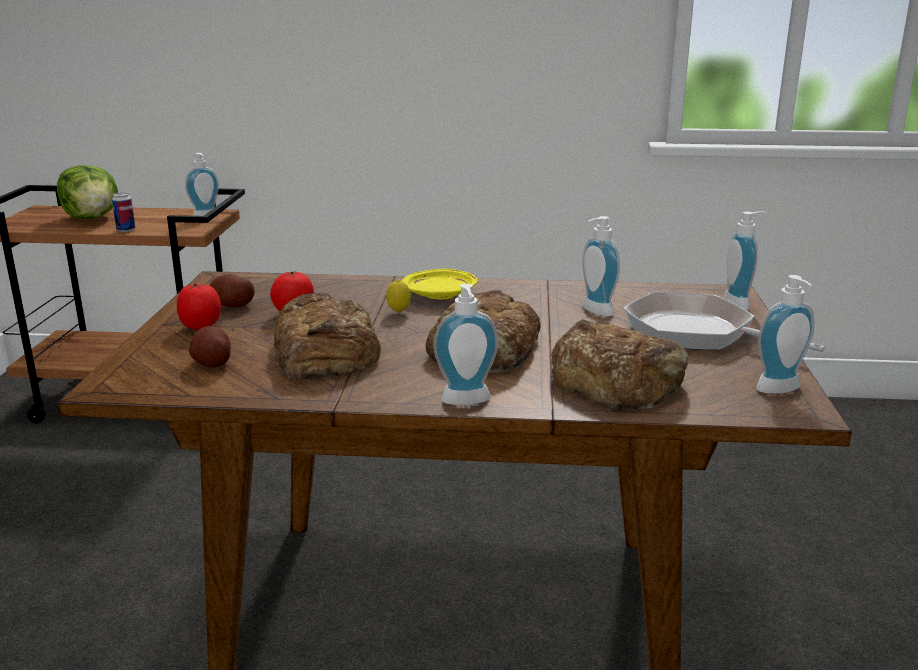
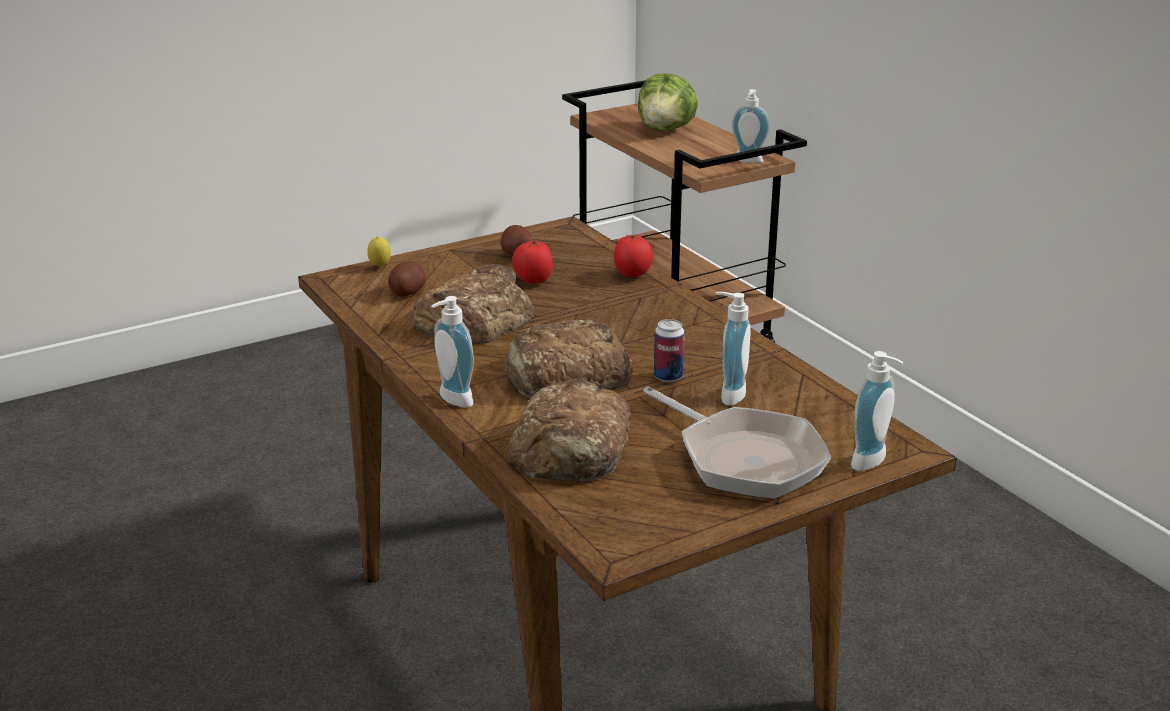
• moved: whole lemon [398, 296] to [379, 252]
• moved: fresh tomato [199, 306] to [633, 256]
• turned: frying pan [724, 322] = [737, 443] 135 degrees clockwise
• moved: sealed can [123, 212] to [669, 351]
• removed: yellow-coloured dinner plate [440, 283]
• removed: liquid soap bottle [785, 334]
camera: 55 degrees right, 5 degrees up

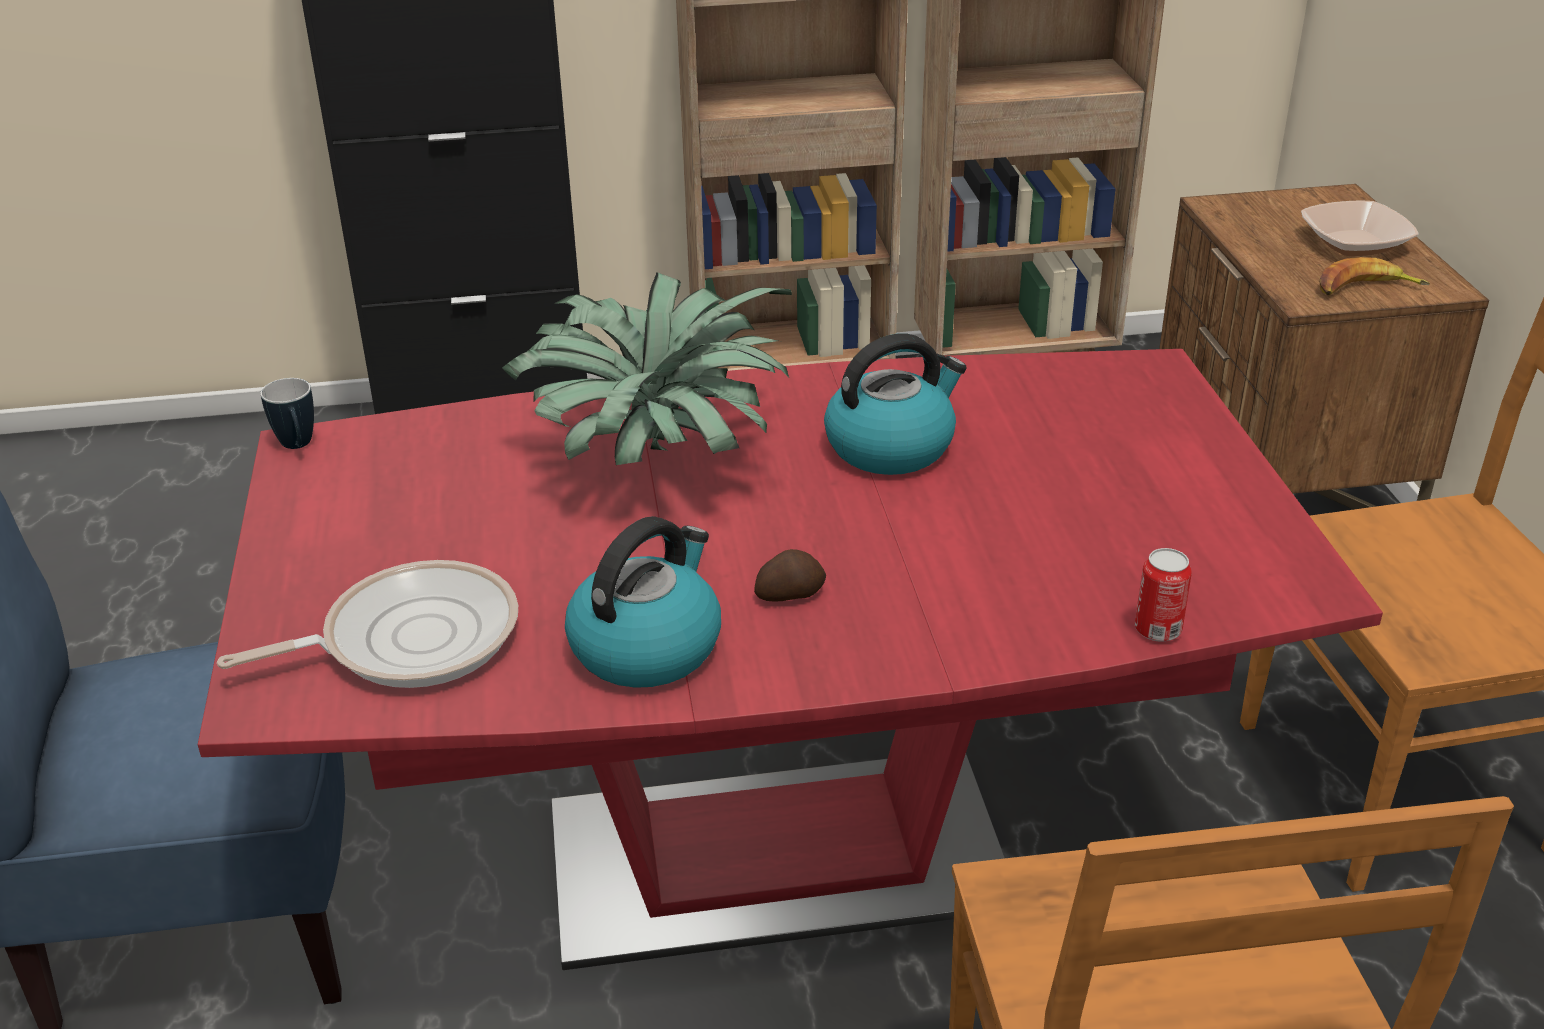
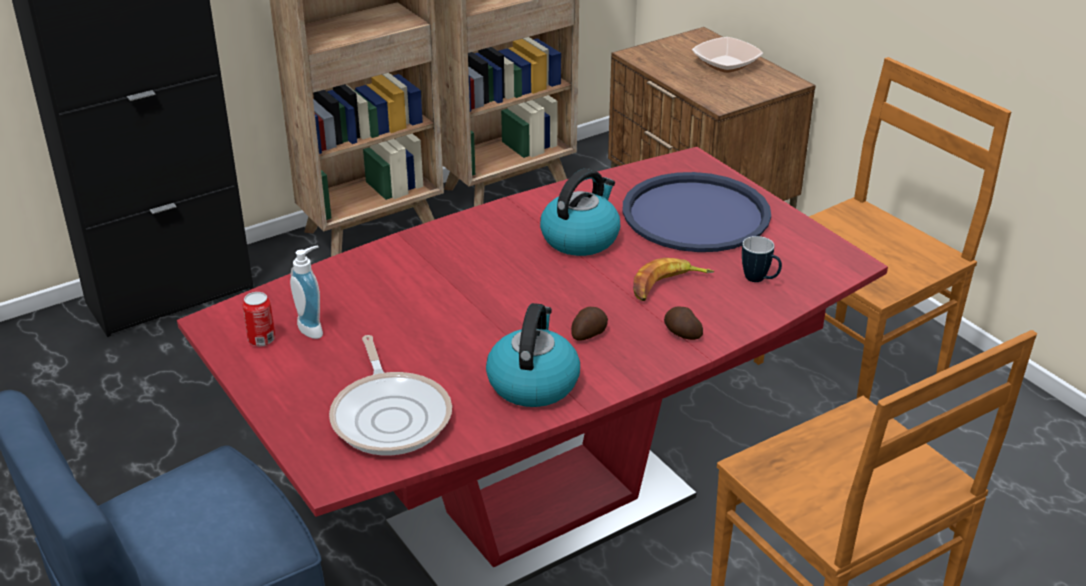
• moved: sealed can [1163, 595] to [259, 319]
• added: liquid soap bottle [306, 292]
• turned: frying pan [367, 624] = [390, 395] 120 degrees clockwise
• added: blue carrying tray [696, 212]
• moved: banana fruit [1374, 276] to [673, 279]
• added: whole potato [683, 323]
• moved: coffee mug [287, 413] to [762, 259]
• removed: houseplant [647, 368]
camera: 25 degrees left, 0 degrees up

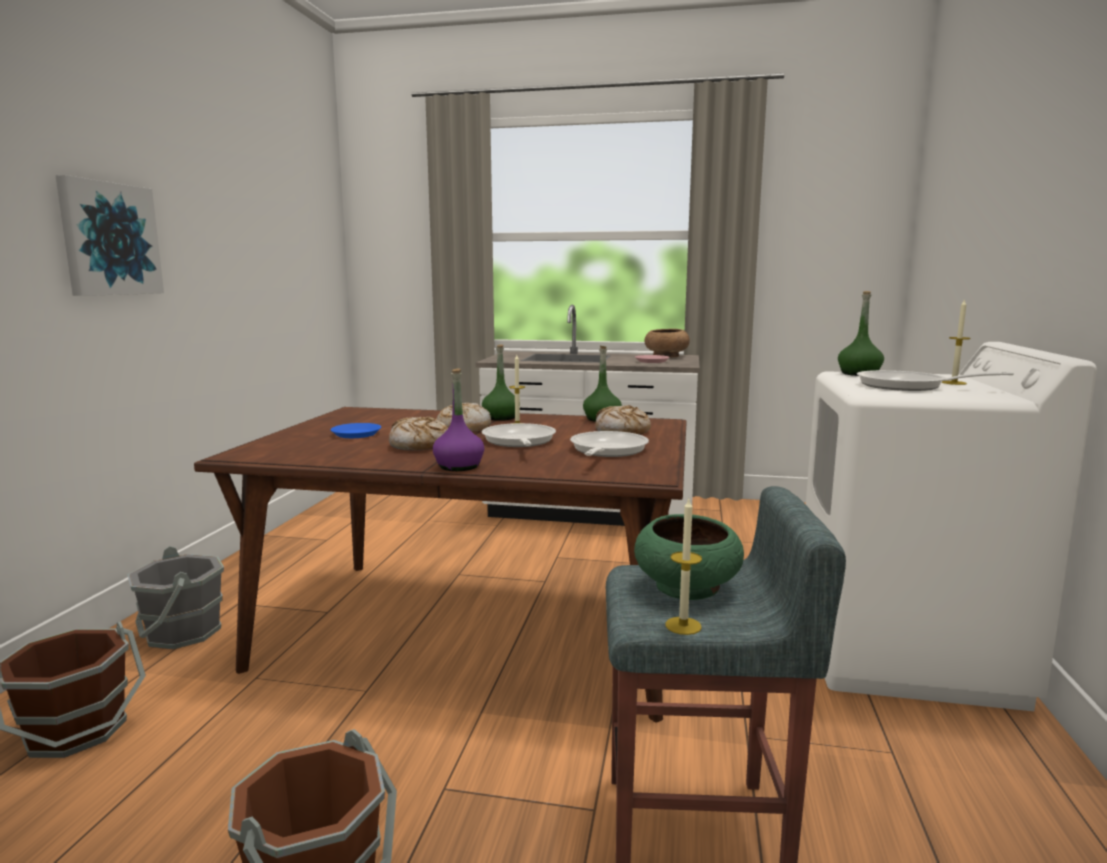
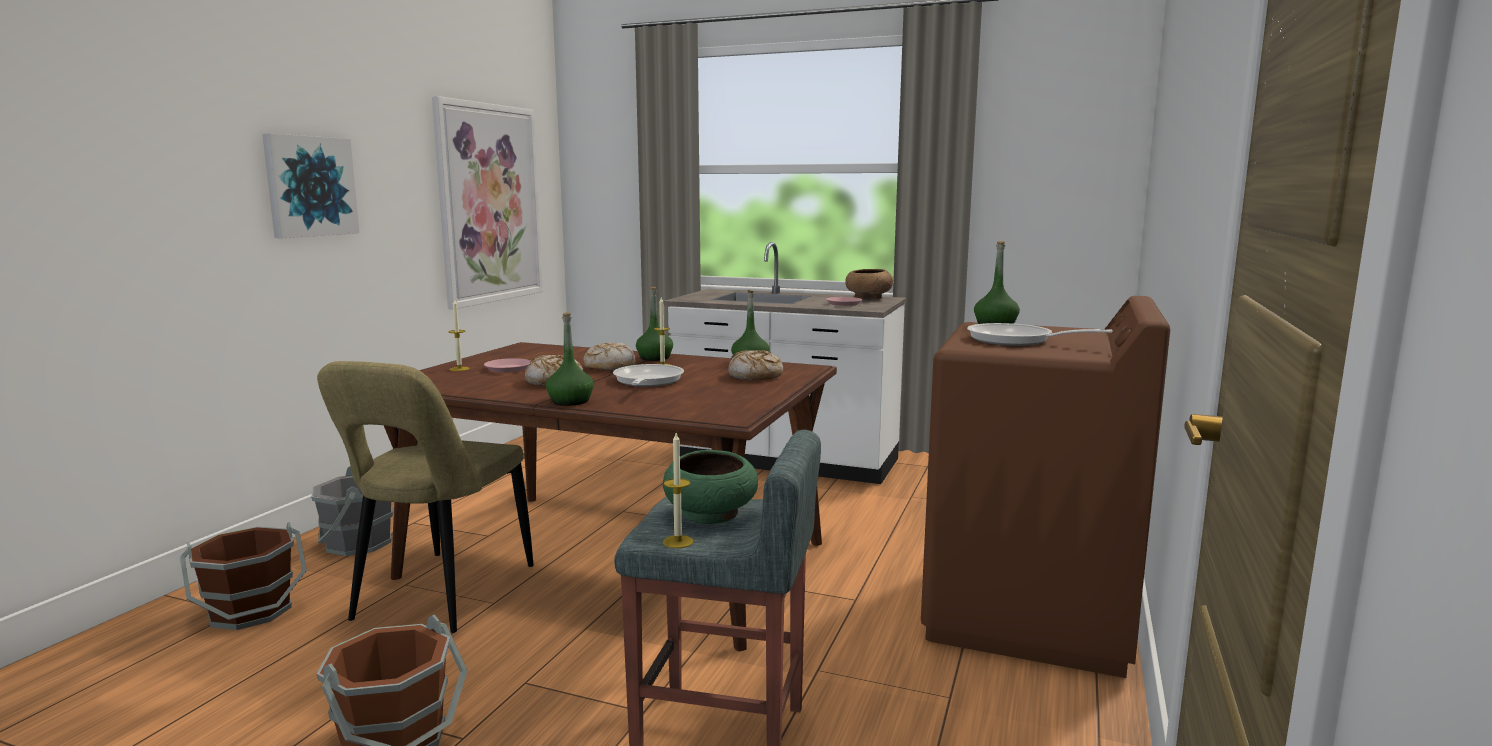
• added: beige-coloured plain chair [425, 497]
• added: wall picture [487, 202]
• moved: candle [956, 342] to [459, 335]
• recoloured: blue dinner plate [356, 430] to pinkish dinner plate [507, 365]
• recoloured: purple-coloured drink bottle [458, 420] to green drink bottle [570, 359]
• recoloured: white laundry appliance [951, 526] to brownish laundry appliance [1045, 487]
• removed: frying pan [609, 444]
camera: 10 degrees right, 0 degrees up

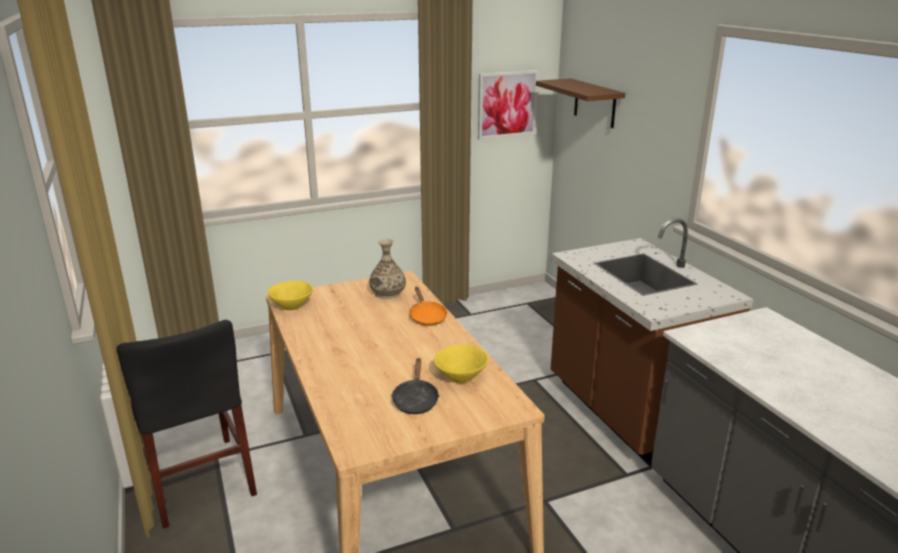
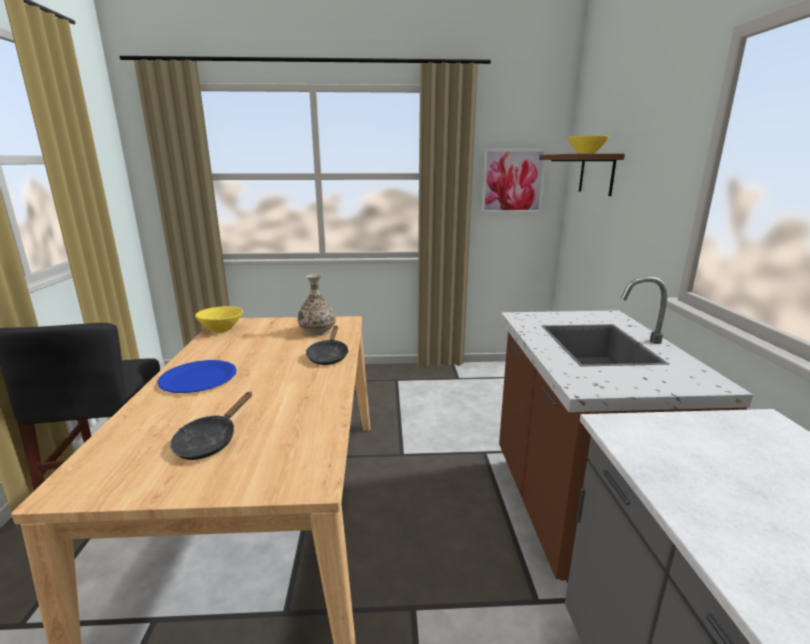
• added: blue dinner plate [197, 376]
• recoloured: orange-coloured frying pan [428, 306] to blackish frying pan [327, 345]
• moved: yellow-coloured serving bowl [461, 363] to [588, 145]
camera: 20 degrees right, 5 degrees down

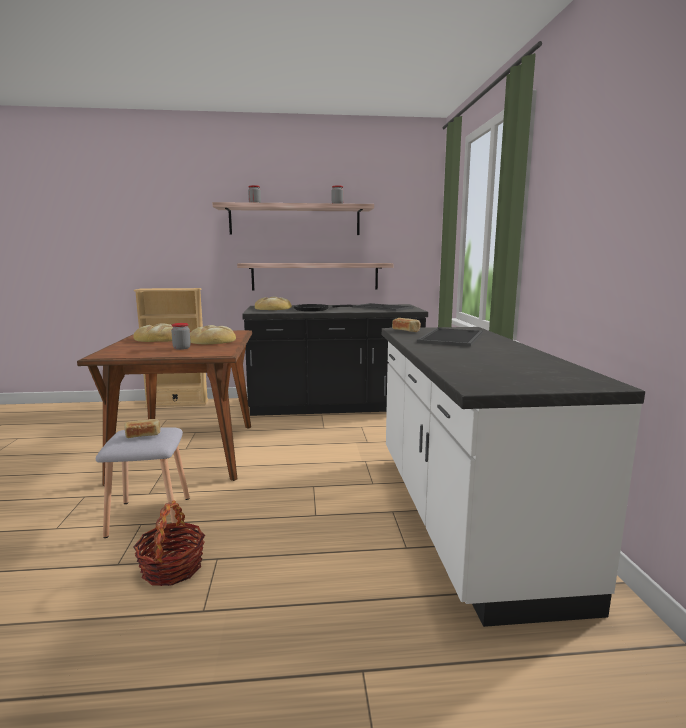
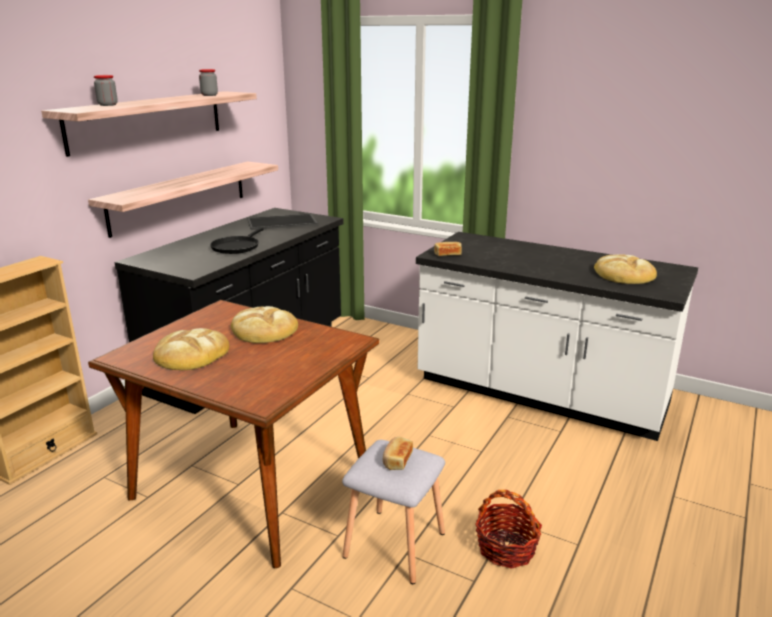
• moved: bread [273, 303] to [625, 269]
• removed: preserve jar [181, 336]
• removed: carrying tray [450, 337]
camera: 55 degrees left, 10 degrees up

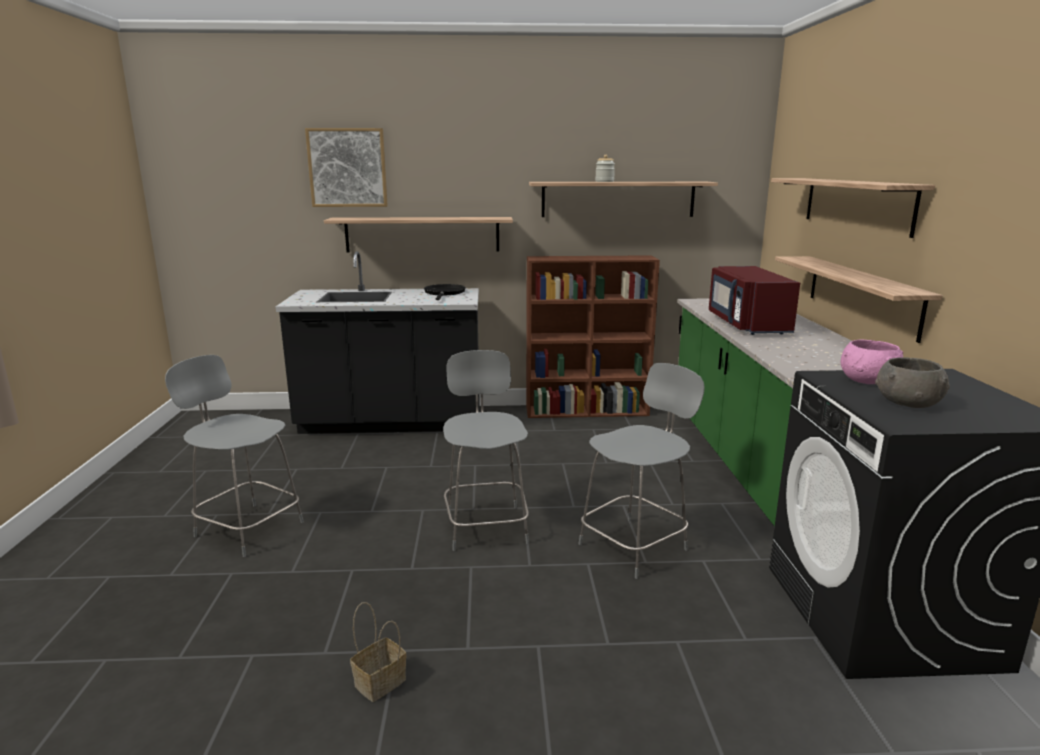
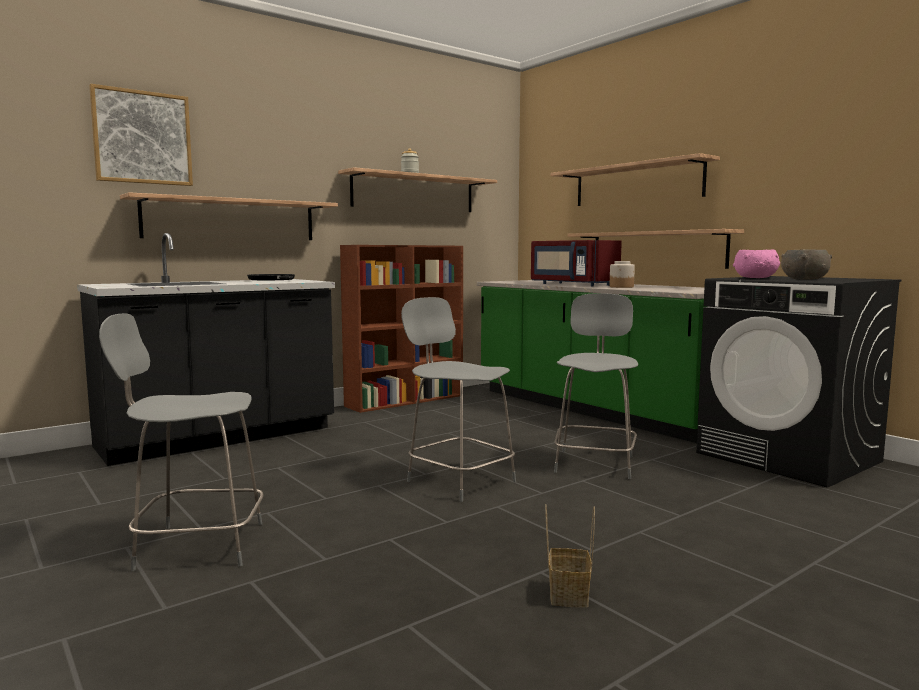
• added: preserve jar [622, 274]
camera: 35 degrees left, 10 degrees down

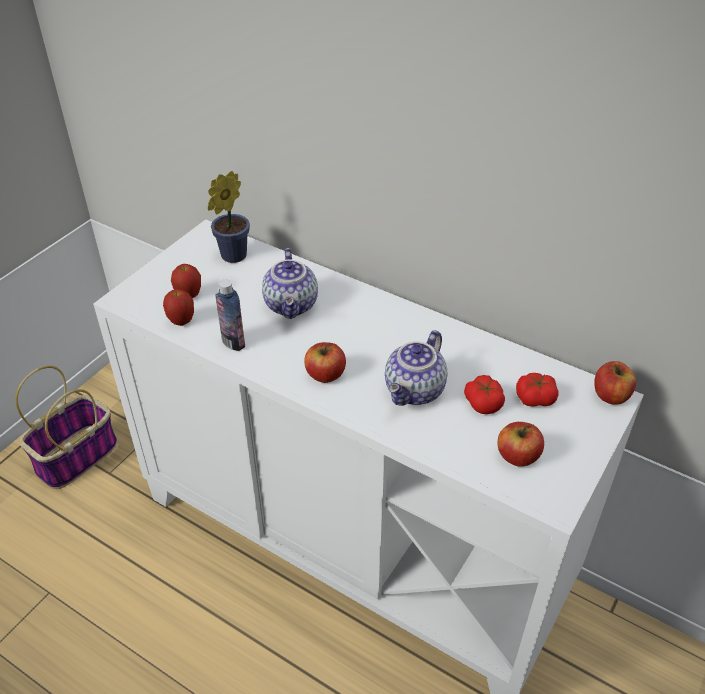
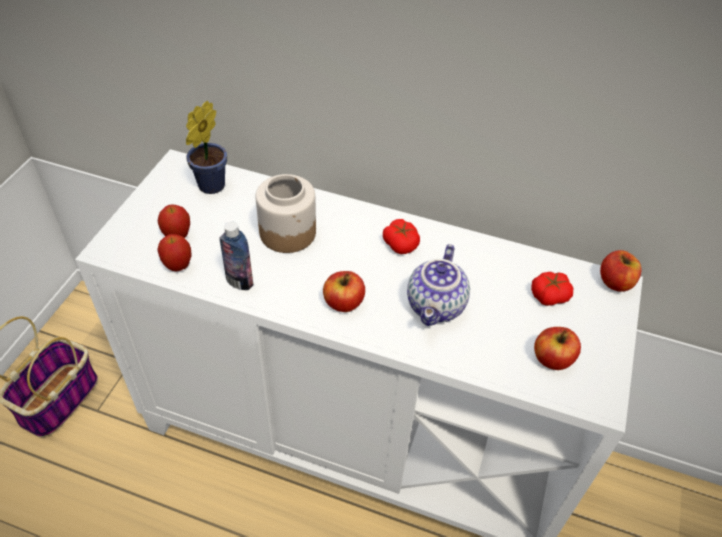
• replaced: pot for tea [290, 283] to preserve jar [286, 213]
• moved: fresh tomato [484, 394] to [401, 236]
camera: 15 degrees left, 5 degrees up

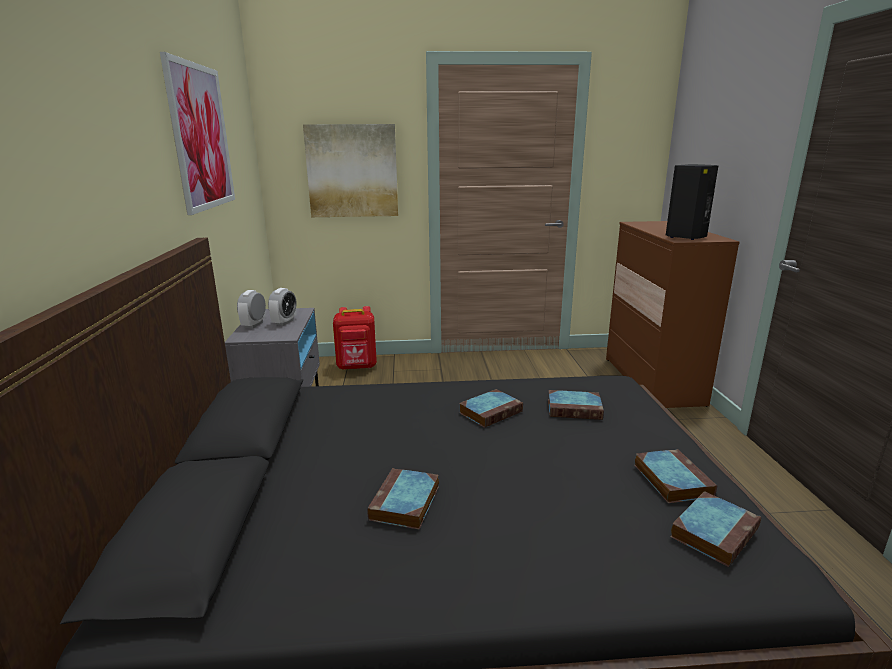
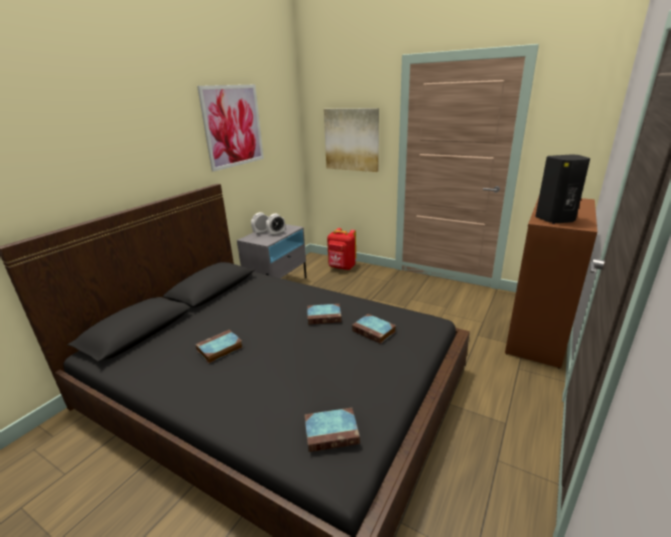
• removed: book [676, 476]
camera: 35 degrees right, 5 degrees up

